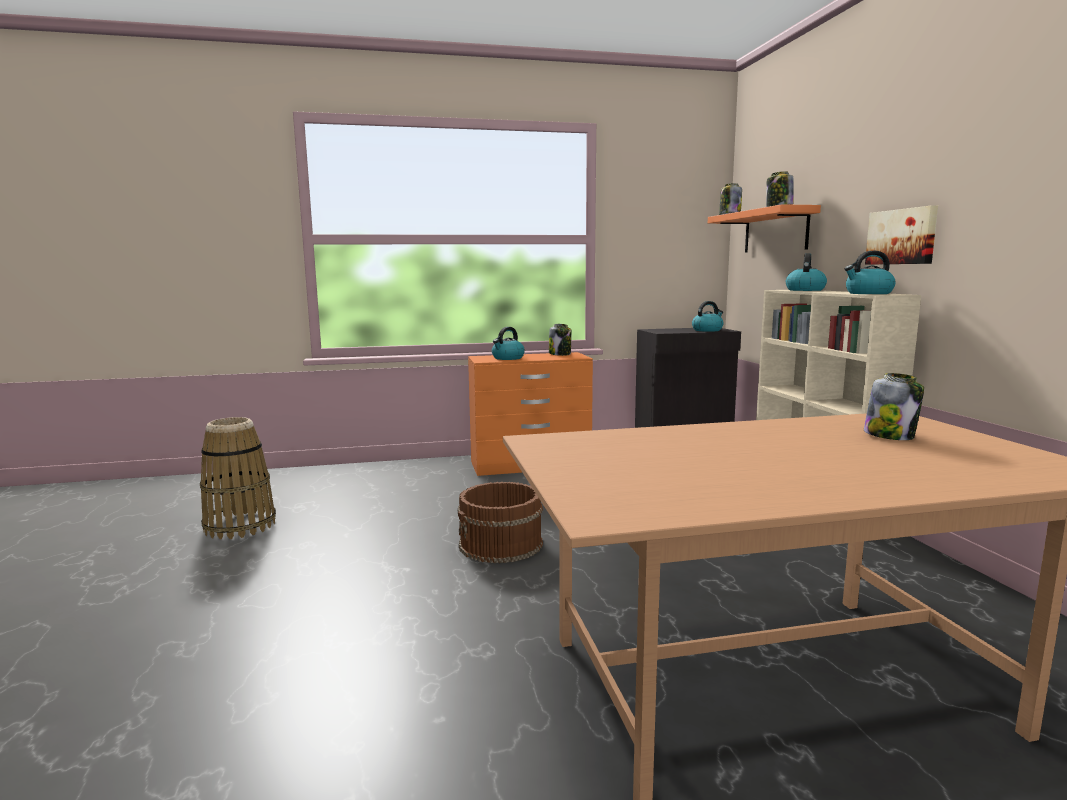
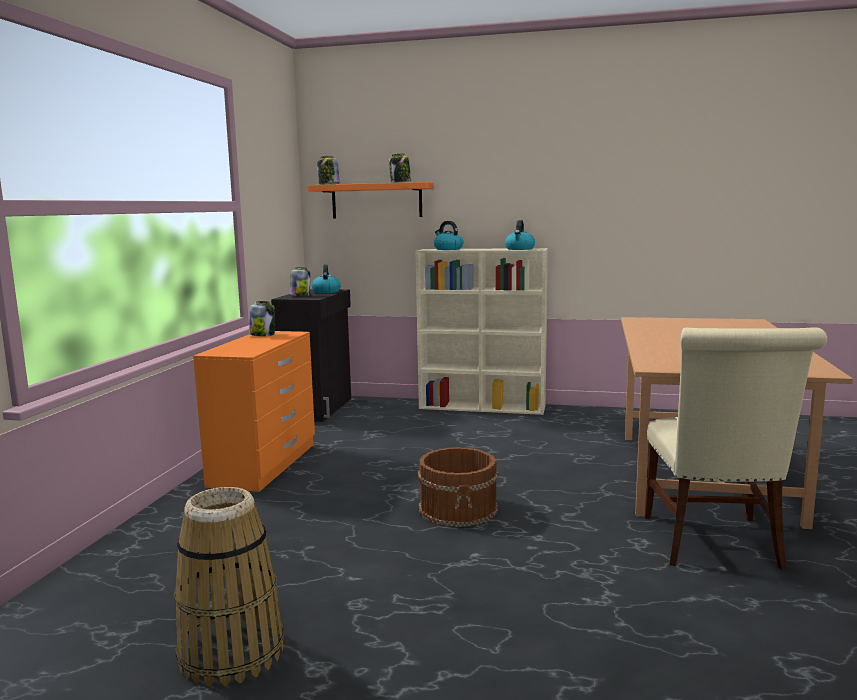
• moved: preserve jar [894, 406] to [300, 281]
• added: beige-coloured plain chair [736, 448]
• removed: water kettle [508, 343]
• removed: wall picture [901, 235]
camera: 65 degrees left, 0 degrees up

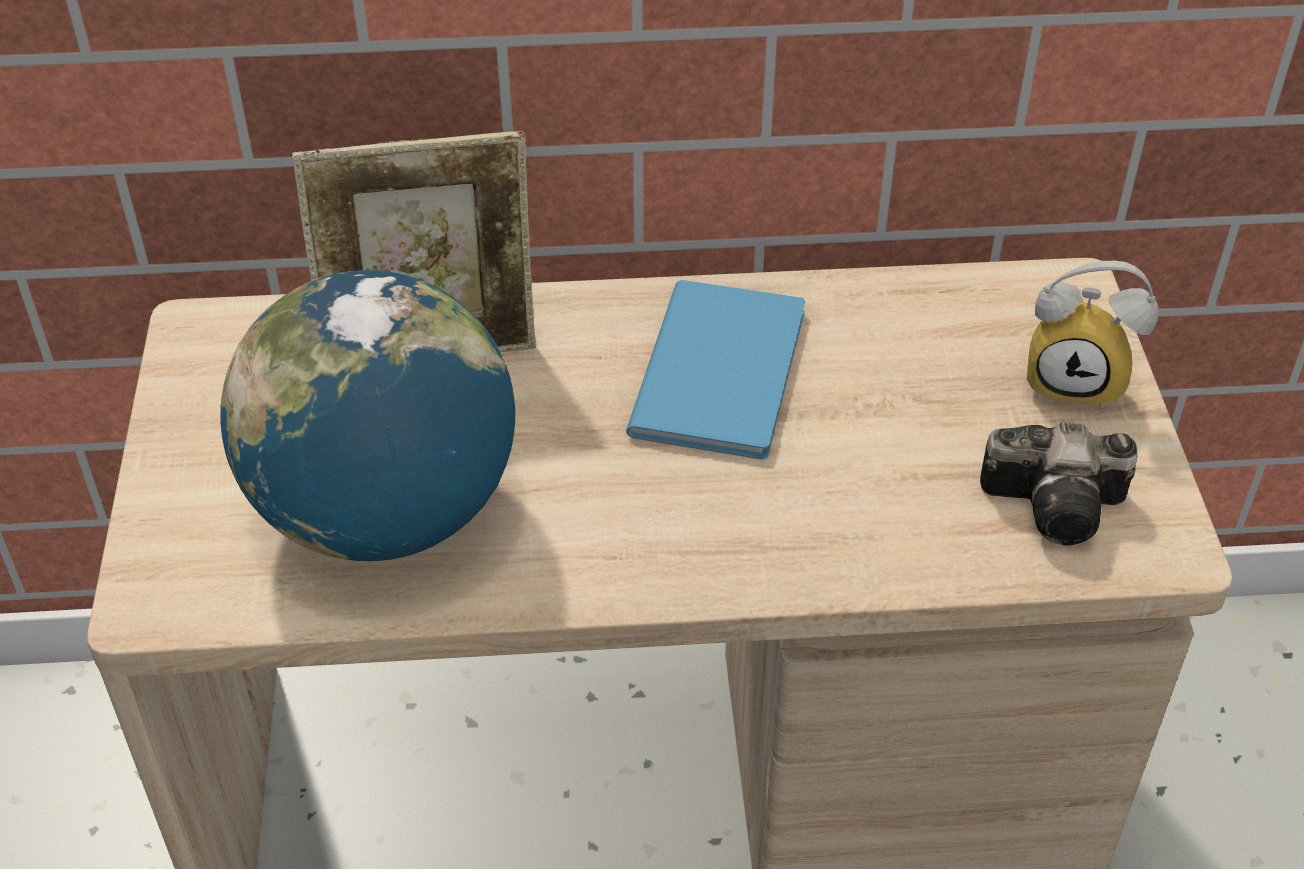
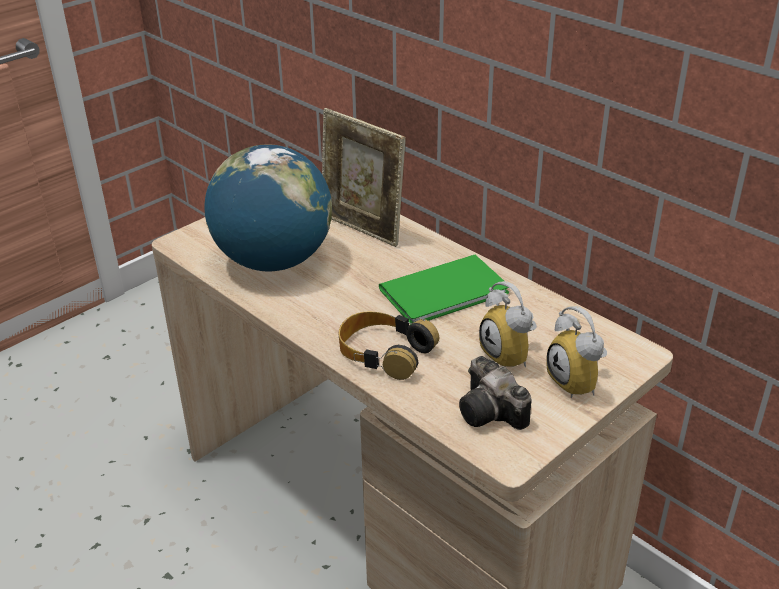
• added: pair of headphones [389, 345]
• recoloured: blue book [715, 370] to green book [444, 289]
• added: table clock [508, 324]
camera: 50 degrees right, 10 degrees down

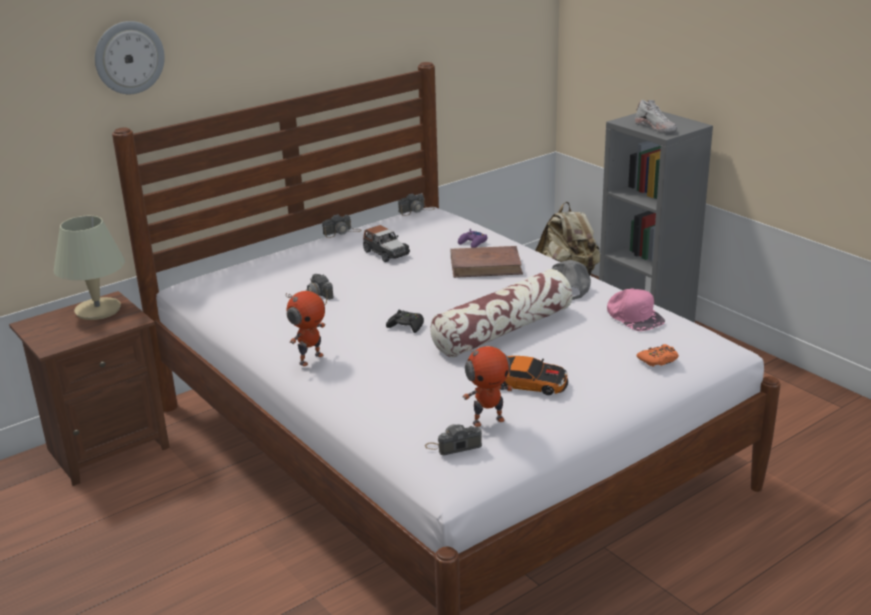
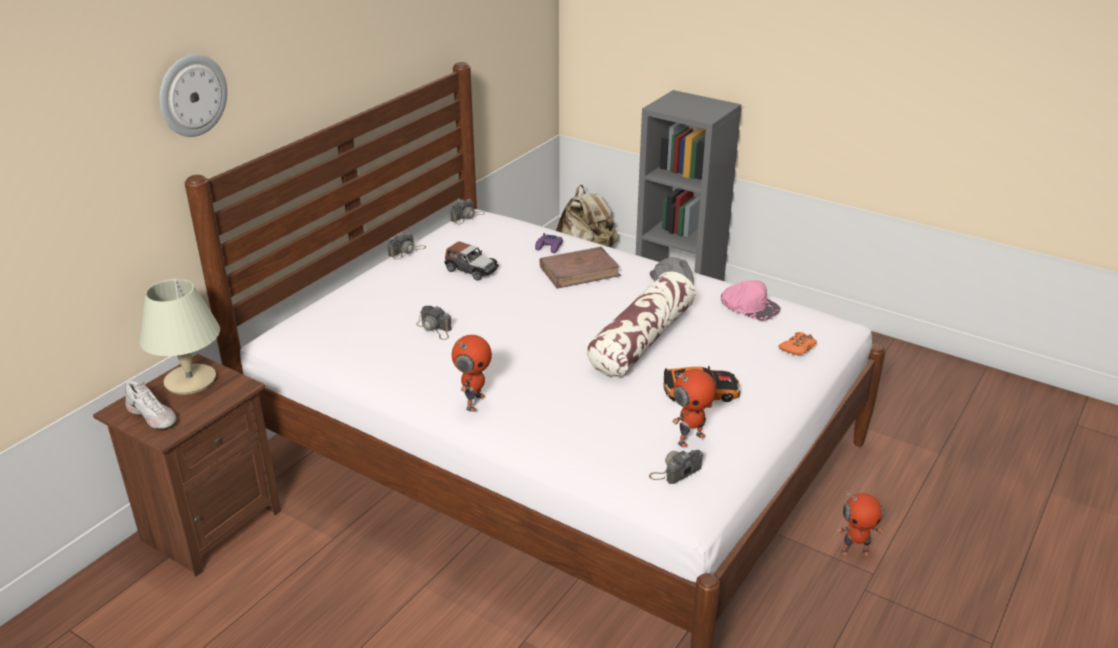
• moved: white low shoe [656, 116] to [150, 405]
• added: toy robot [860, 523]
• removed: blackish game controller [405, 321]
camera: 20 degrees left, 5 degrees up

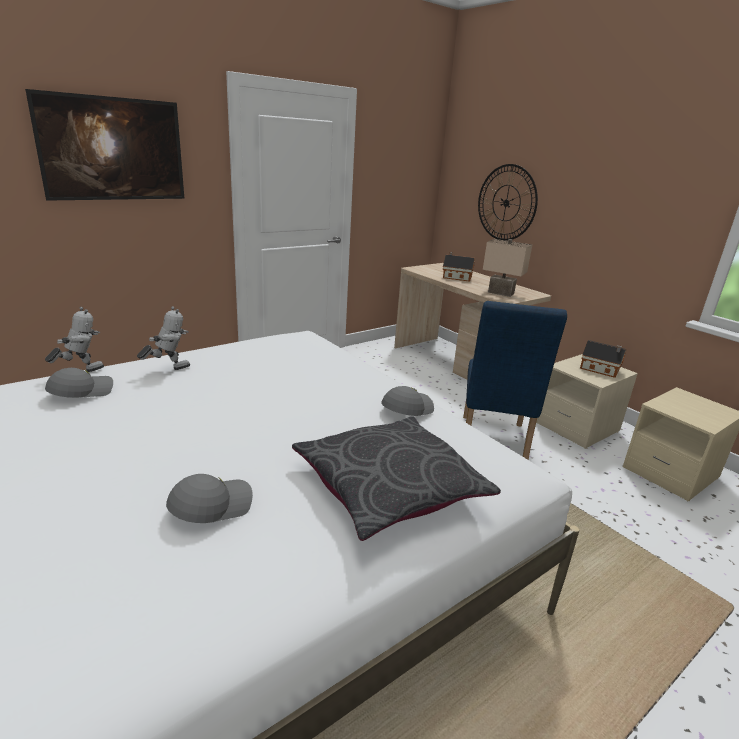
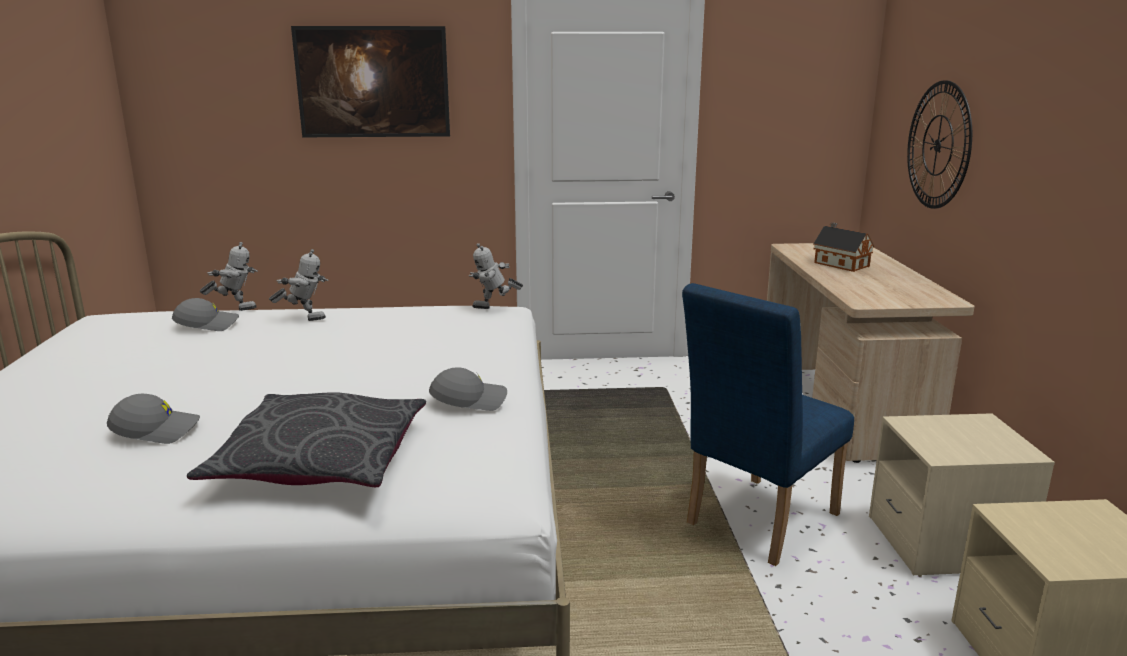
• added: toy robot [496, 276]
• removed: beige-coloured table lamp [507, 268]
• removed: toy house [603, 359]
camera: 35 degrees right, 5 degrees down

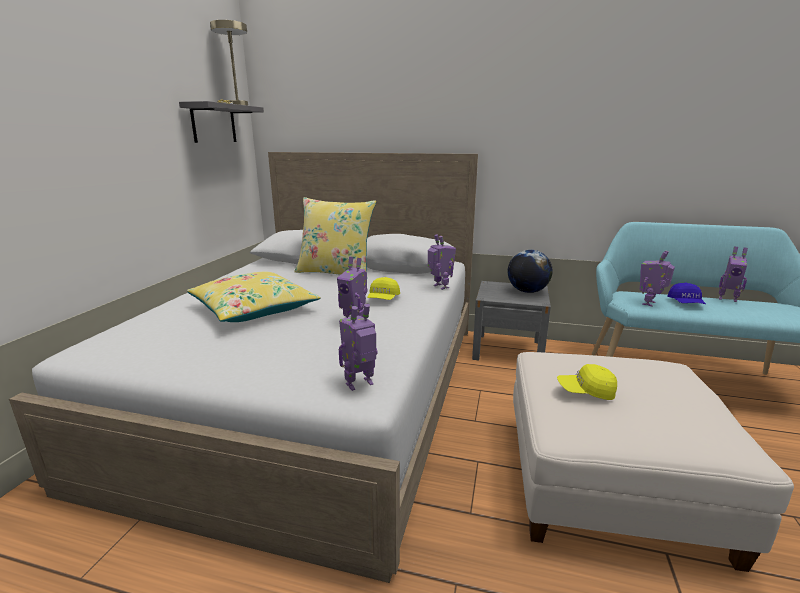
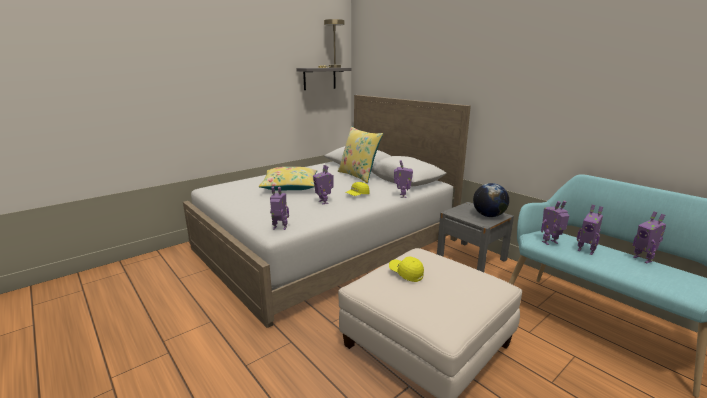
• replaced: blue peaked cap [686, 293] to toy robot [590, 230]
camera: 35 degrees right, 0 degrees up

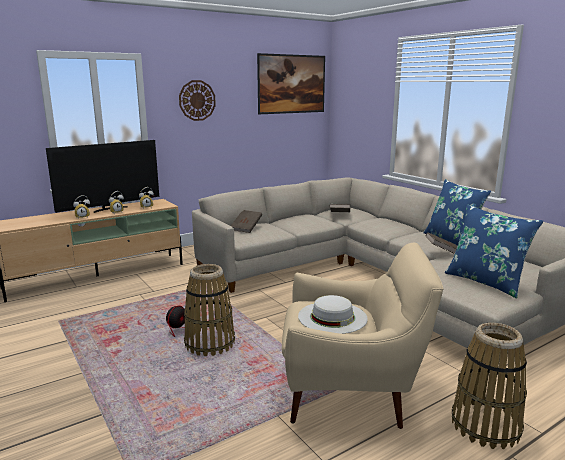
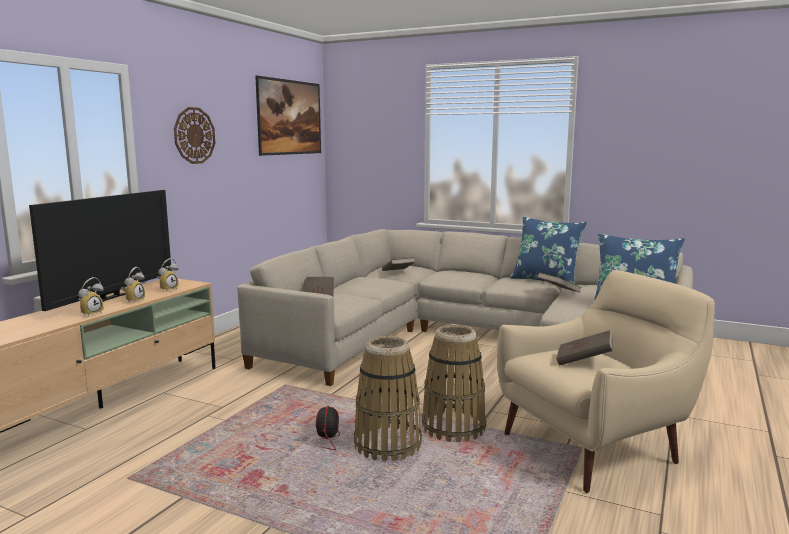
• moved: storage basket [489, 386] to [454, 383]
• replaced: white clothing hat [333, 314] to brownish book [584, 348]
camera: 30 degrees left, 5 degrees down

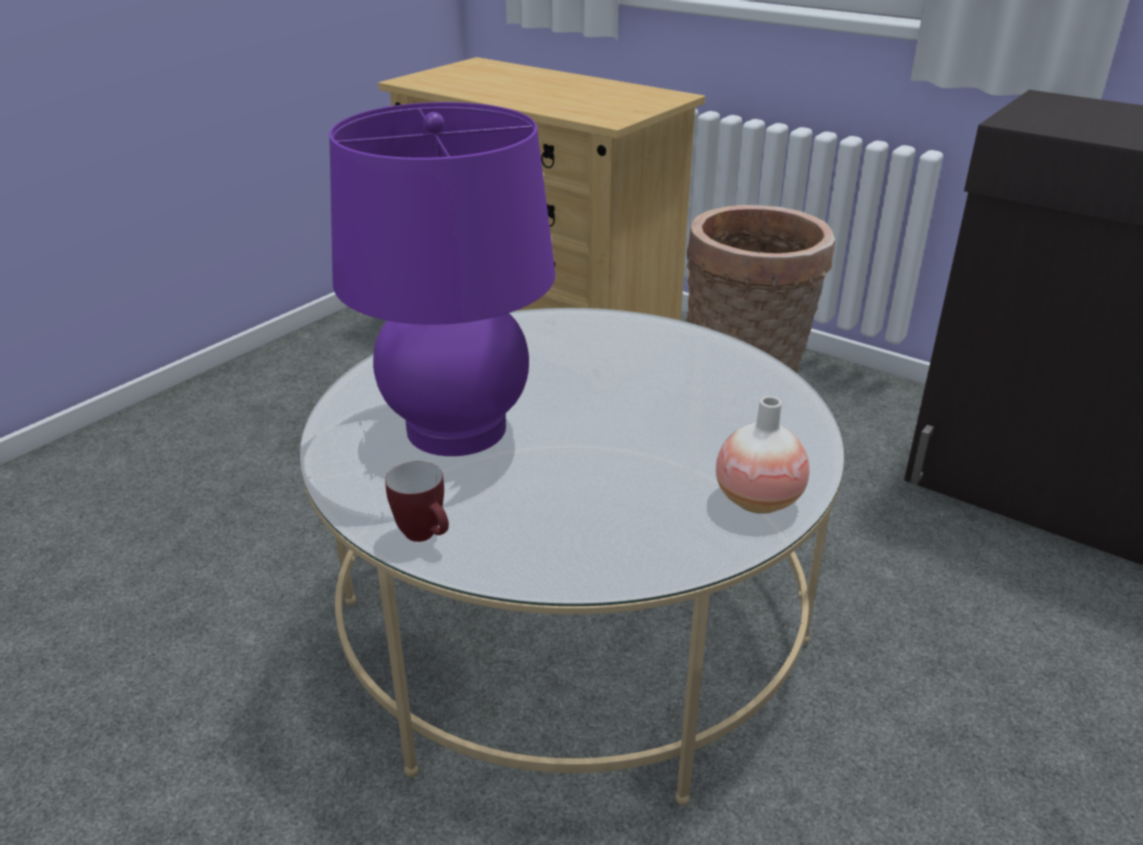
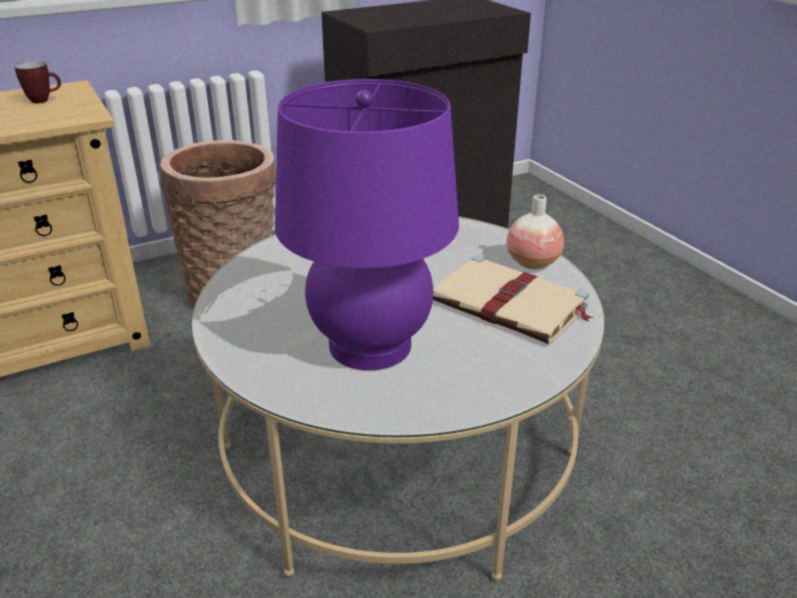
• moved: coffee mug [417, 501] to [37, 82]
• added: beige-coloured book [513, 299]
camera: 65 degrees left, 0 degrees up

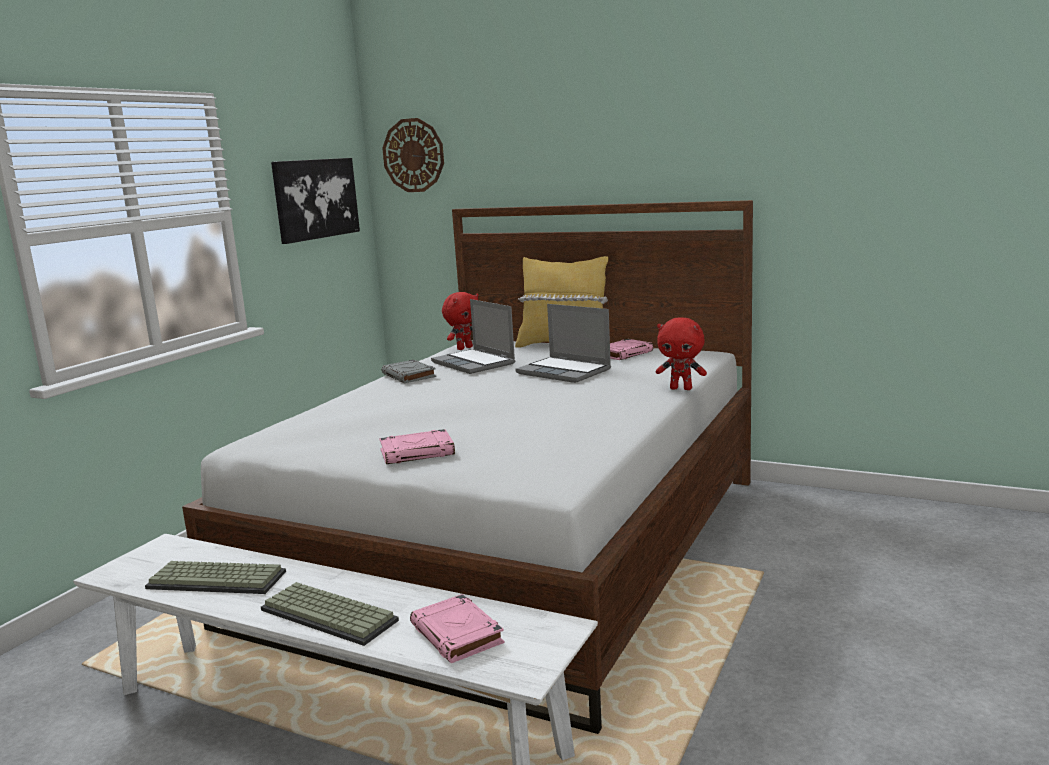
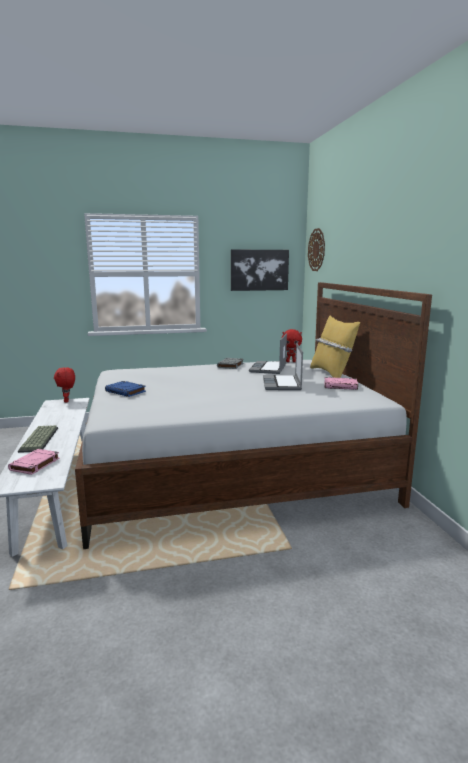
• moved: red-coloured soft toy [681, 353] to [64, 385]
• recoloured: pinkish book [417, 446] to blue book [125, 389]
• removed: keyboard [215, 577]
camera: 50 degrees right, 0 degrees up

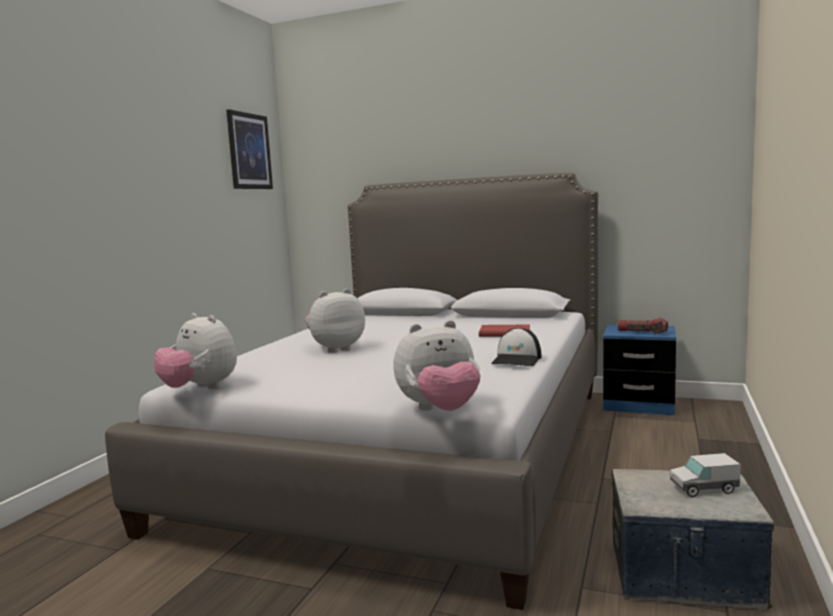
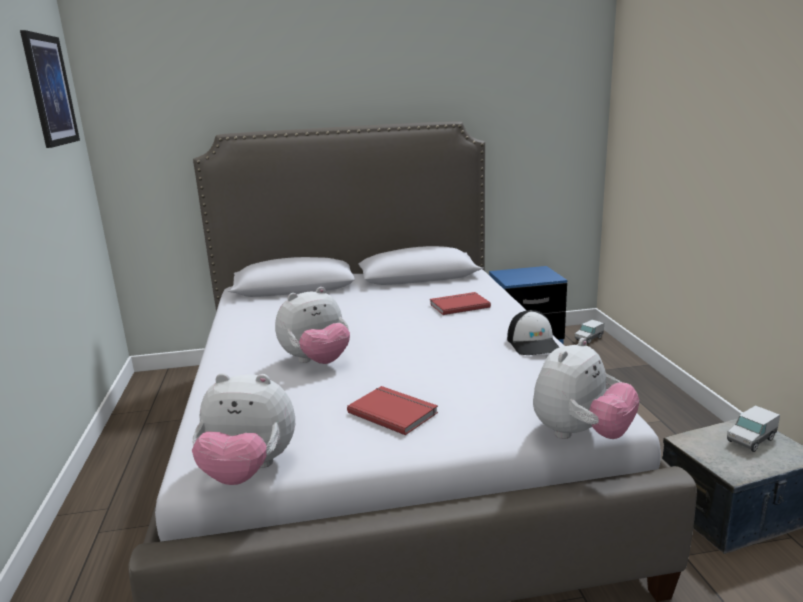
• turned: soft toy [335, 320] = [312, 325] 150 degrees counterclockwise
• added: red-coloured book [392, 410]
• added: model truck [589, 332]
• removed: hand torch [643, 326]
camera: 30 degrees left, 10 degrees up

